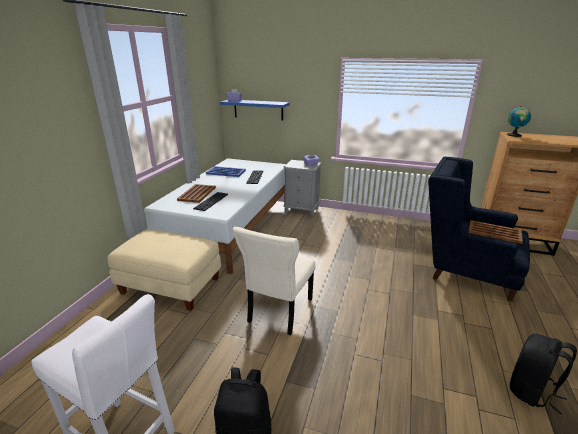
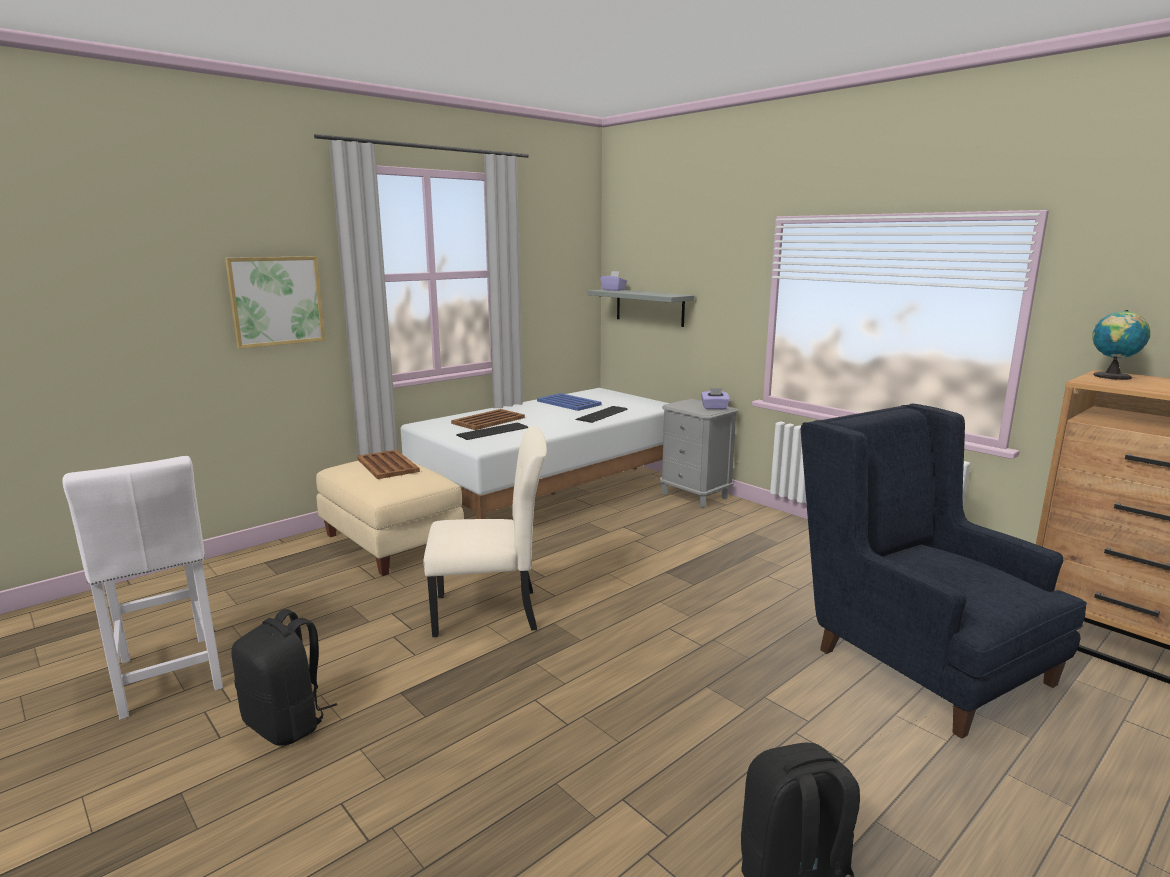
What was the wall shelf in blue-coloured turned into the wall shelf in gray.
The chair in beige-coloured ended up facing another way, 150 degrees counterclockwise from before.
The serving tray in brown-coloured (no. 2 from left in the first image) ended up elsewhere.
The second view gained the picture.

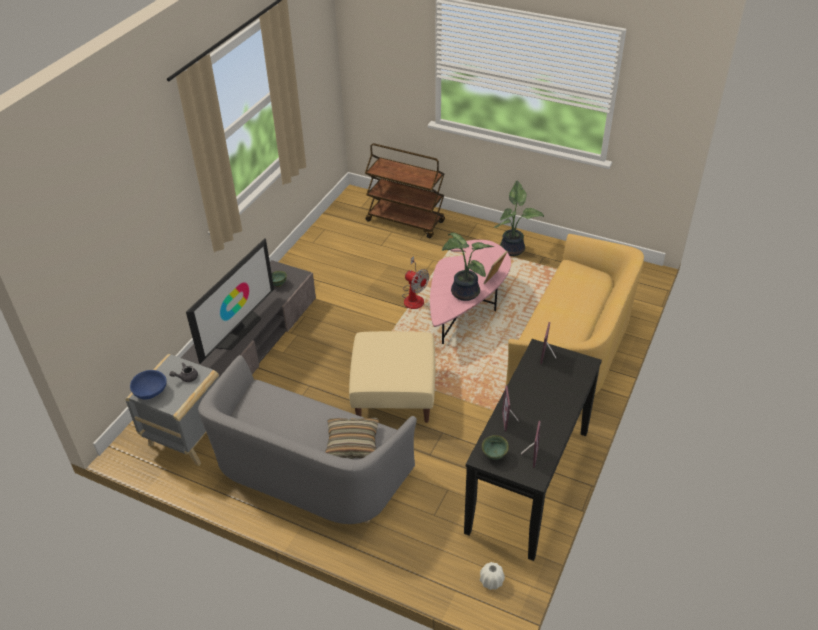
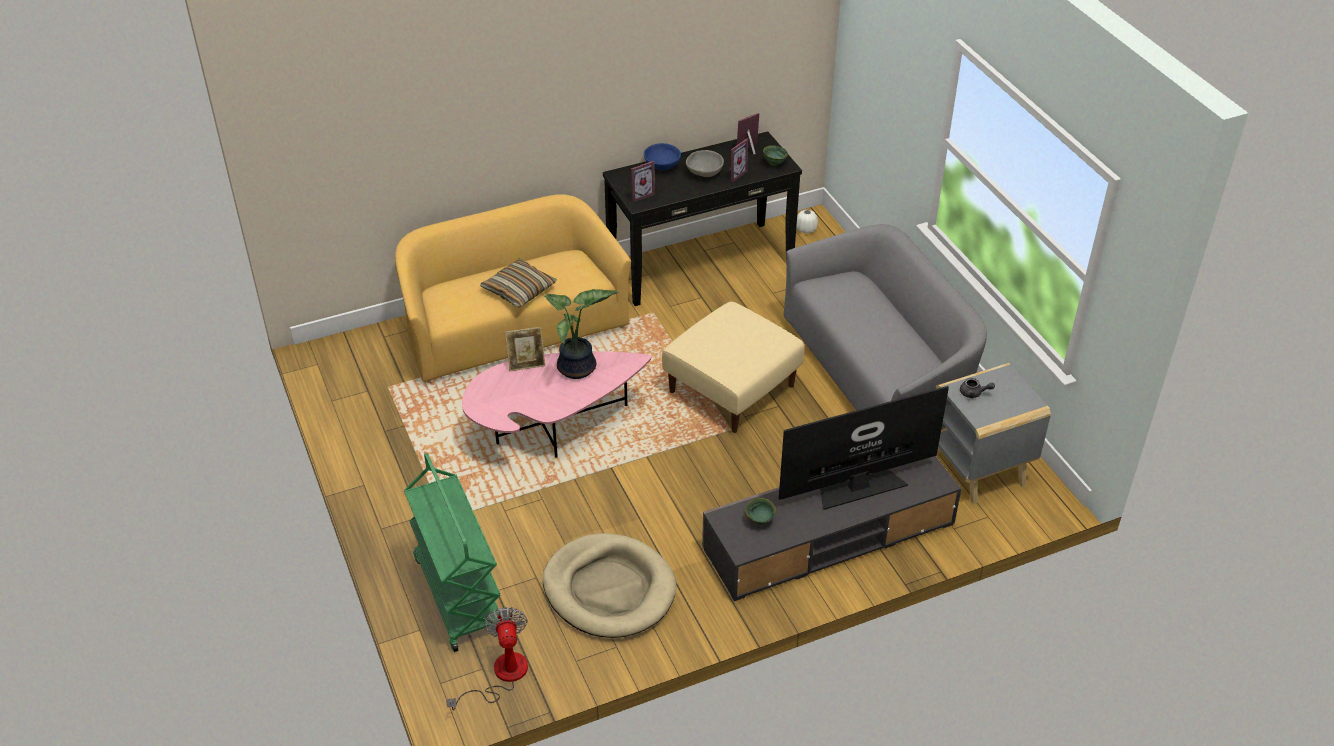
The deep dish in blue-coloured ended up elsewhere.
The throw pillow ended up elsewhere.
What was the trolley in brown-coloured turned into the trolley in greenish.
The electric fan ended up elsewhere.
The second view lost the houseplant (no. 2 from left).
The second view gained the pet bed in beige-coloured.
The second view gained the deep dish in gray.

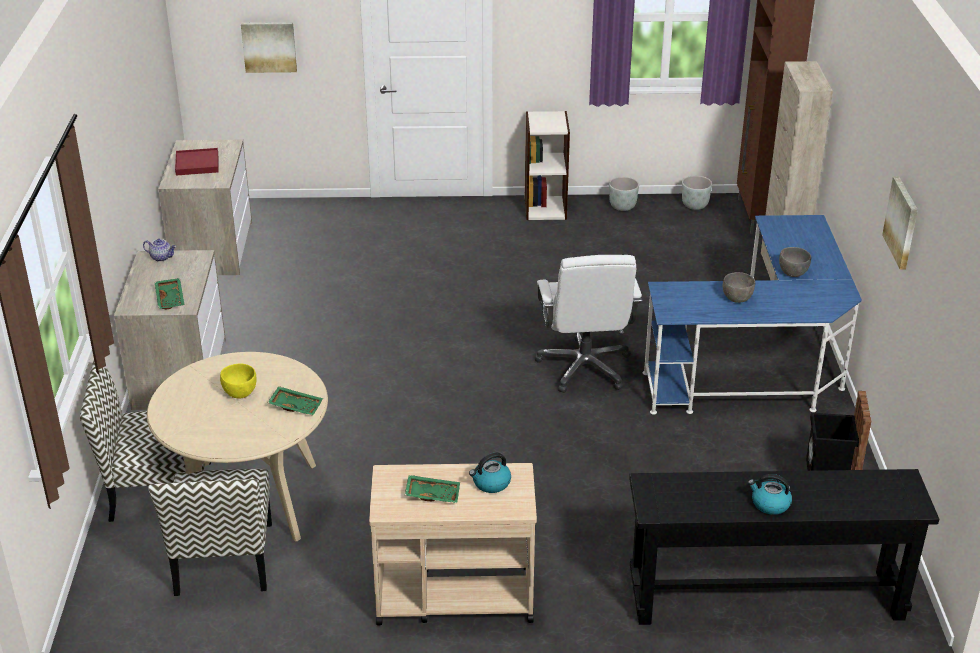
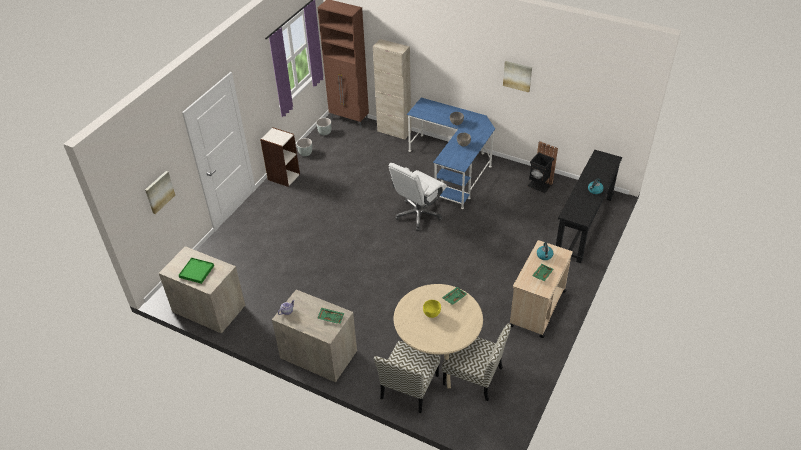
What was the serving tray in reddish turned into the serving tray in greenish (no. 1 from left).
The computer chair in white-coloured ended up facing another way, 105 degrees clockwise from before.

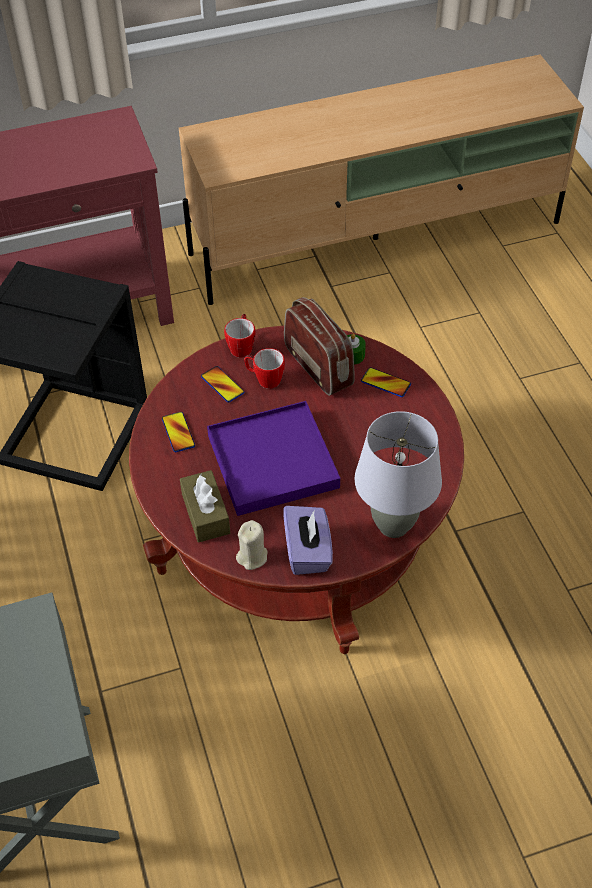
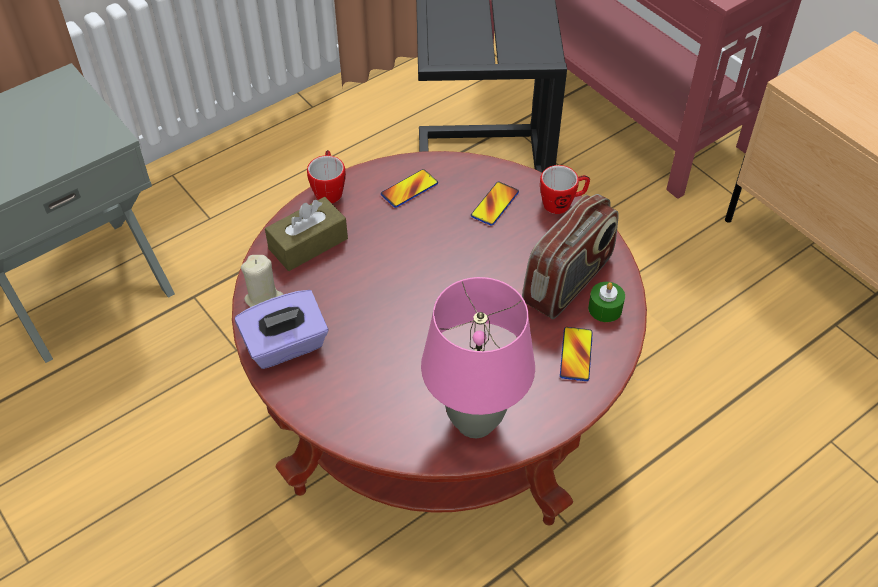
The second view lost the serving tray in purple.
The mug (no. 2 from left in the first image) ended up elsewhere.
The second view lost the tabletop lamp in gray.
The second view gained the tabletop lamp in pink.

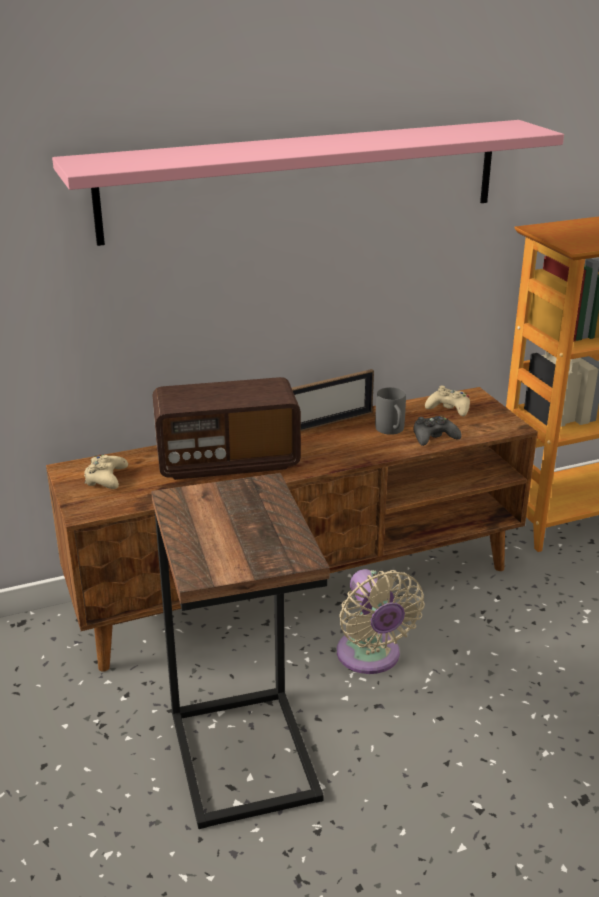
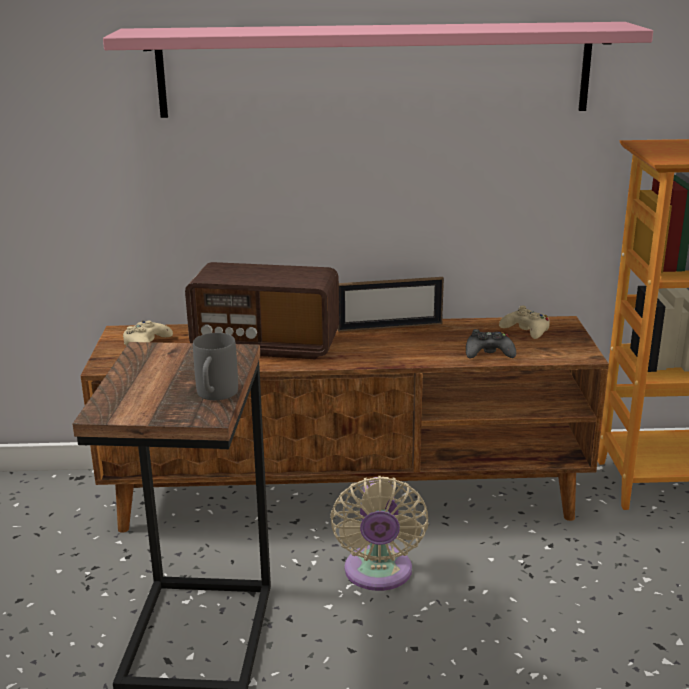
The mug in gray ended up elsewhere.

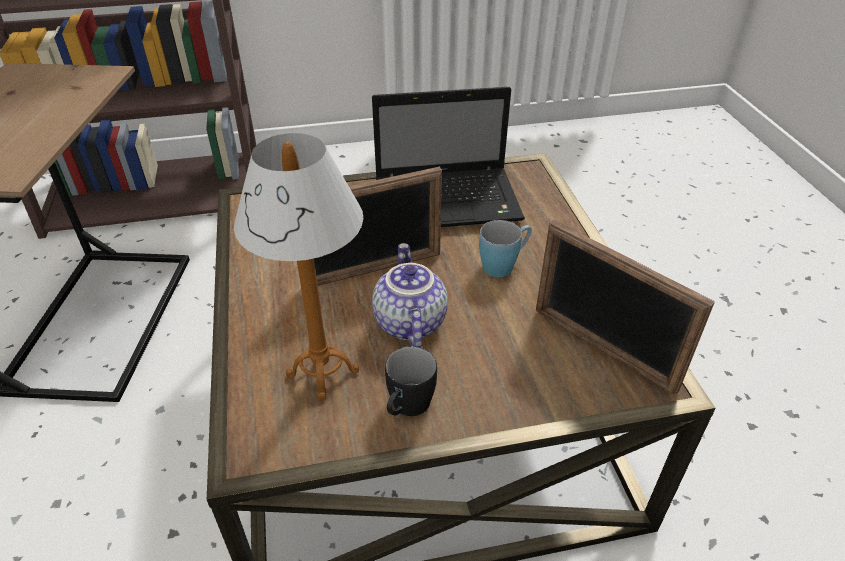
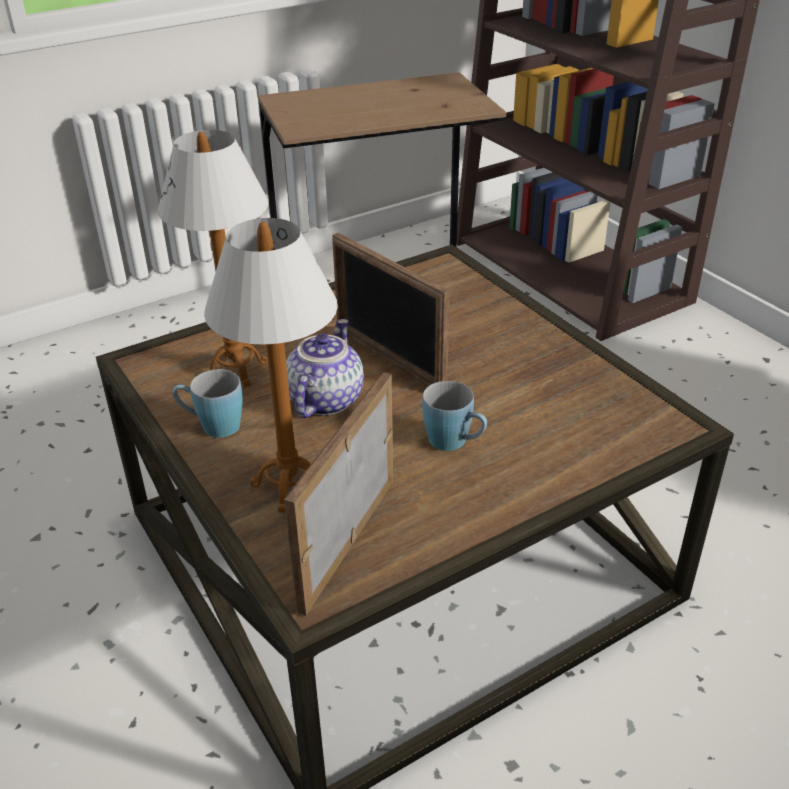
The second view lost the portable computer.
The pot for tea ended up facing another way, 45 degrees counterclockwise from before.
What was the mug in black-coloured turned into the mug in blue-coloured (no. 1 from left).
The second view gained the tabletop lamp (no. 2 from left).

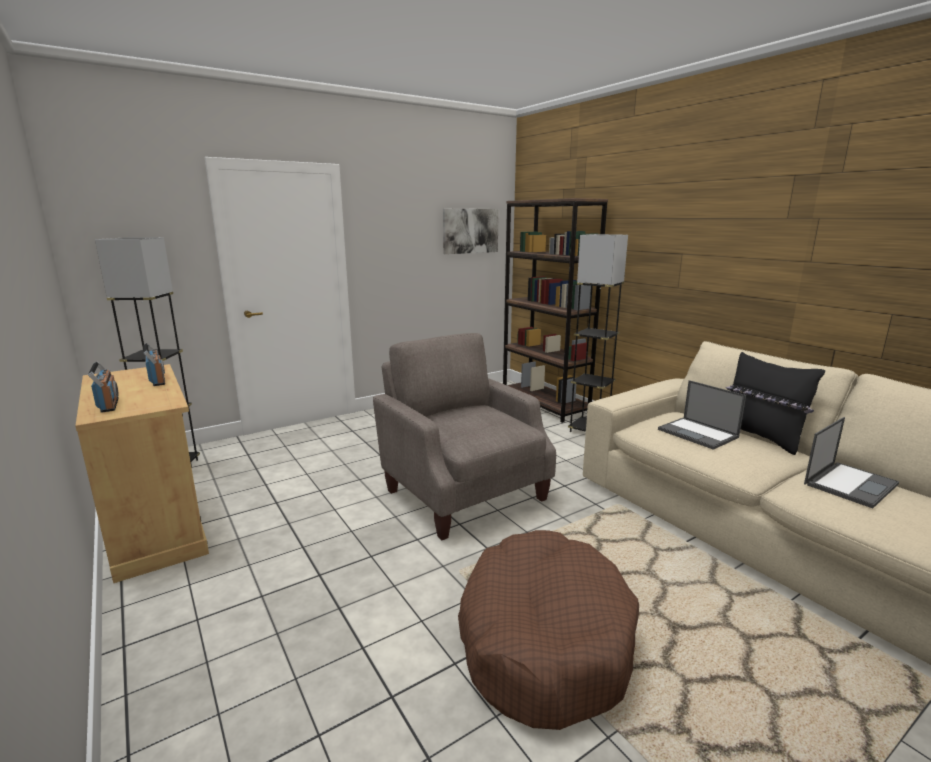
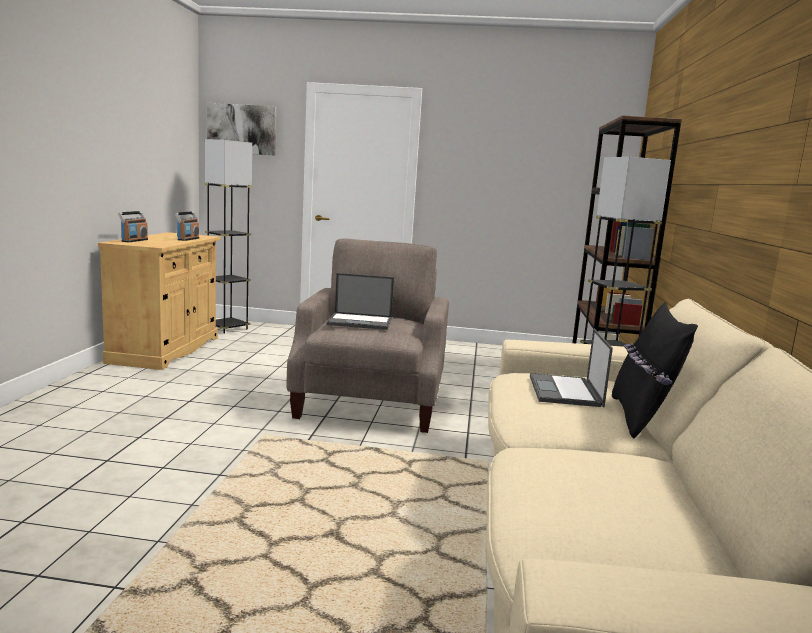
The picture ended up elsewhere.
The second view lost the pet bed in brown-coloured.
The portable computer (no. 2 from left in the first image) ended up elsewhere.

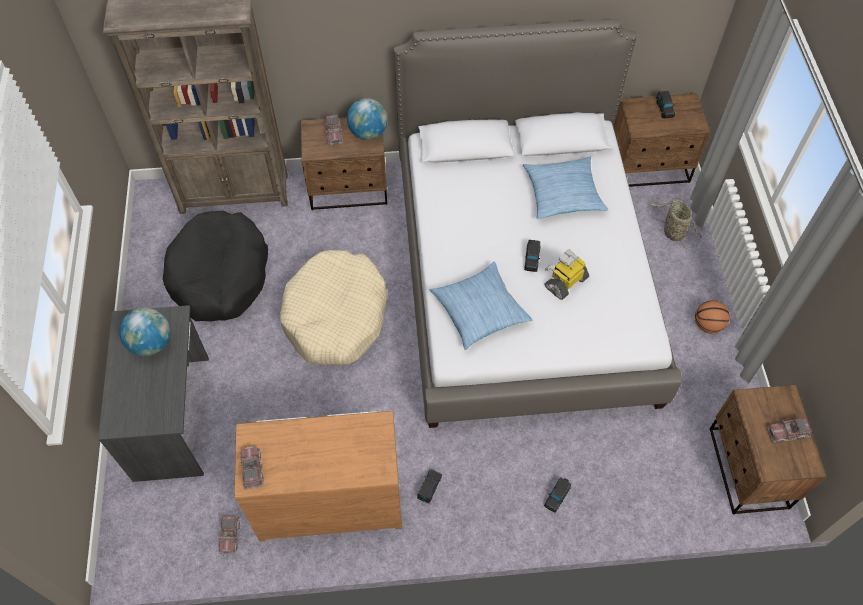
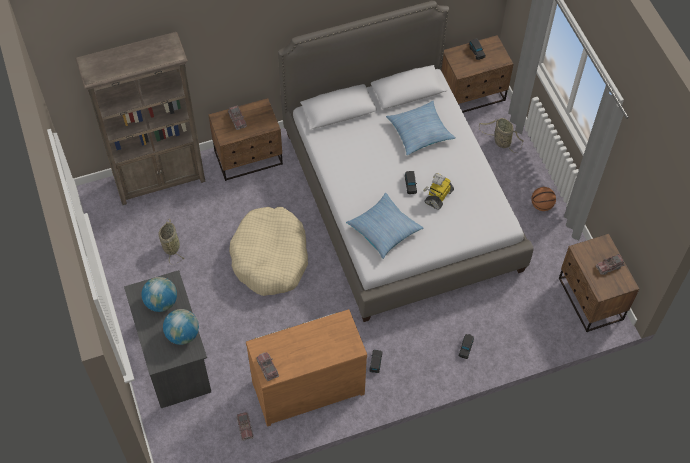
Where the pet bed in black-coloured stood, the basket (no. 1 from left) came to stand.
The globe (no. 2 from left) ended up elsewhere.

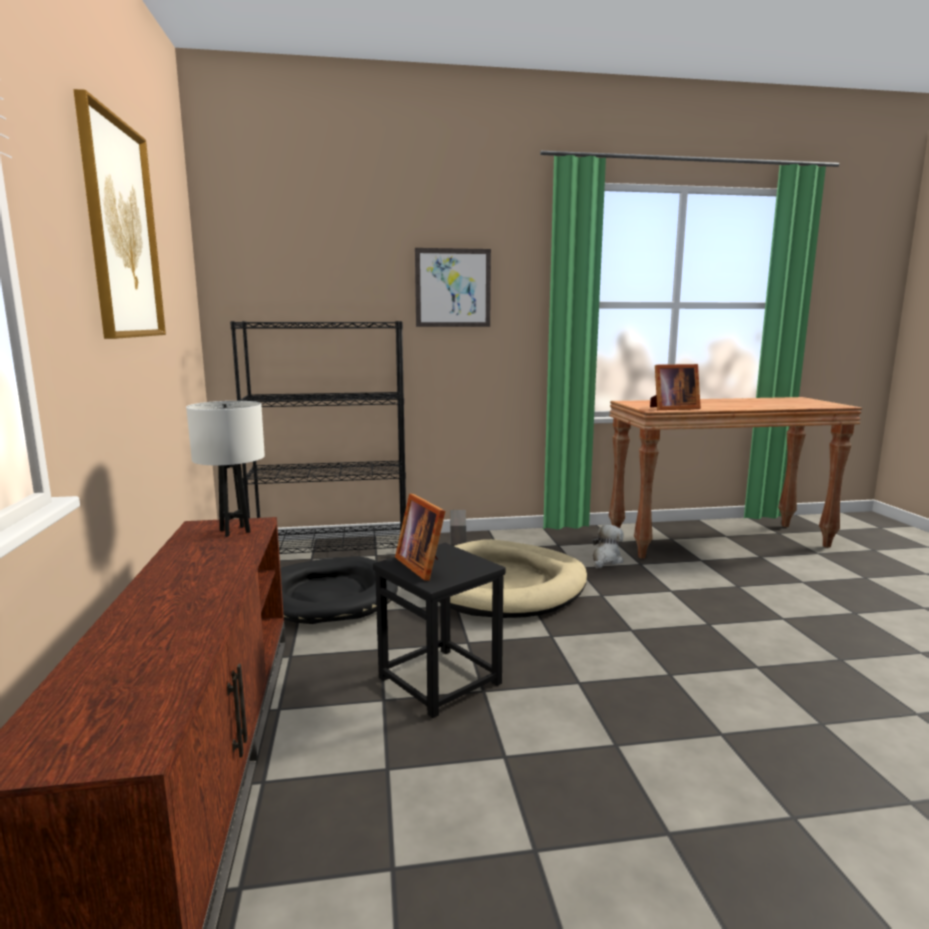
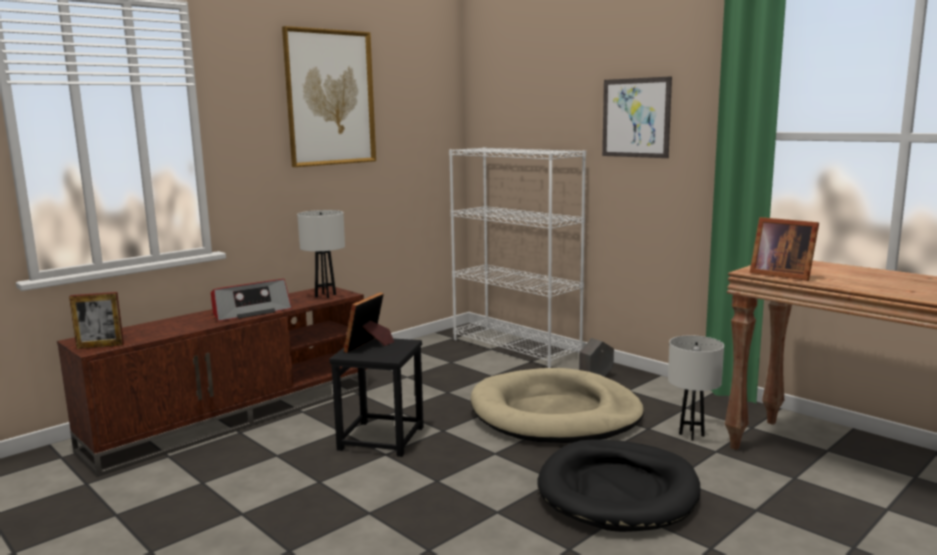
What was the bookshelf in black-coloured turned into the bookshelf in white-coloured.
The pet bed in black-coloured ended up elsewhere.
Where the plush toy stood, the tabletop lamp in white-coloured (no. 2 from left) came to stand.
The second view gained the picture frame (no. 1 from left).
The second view gained the radio receiver.

